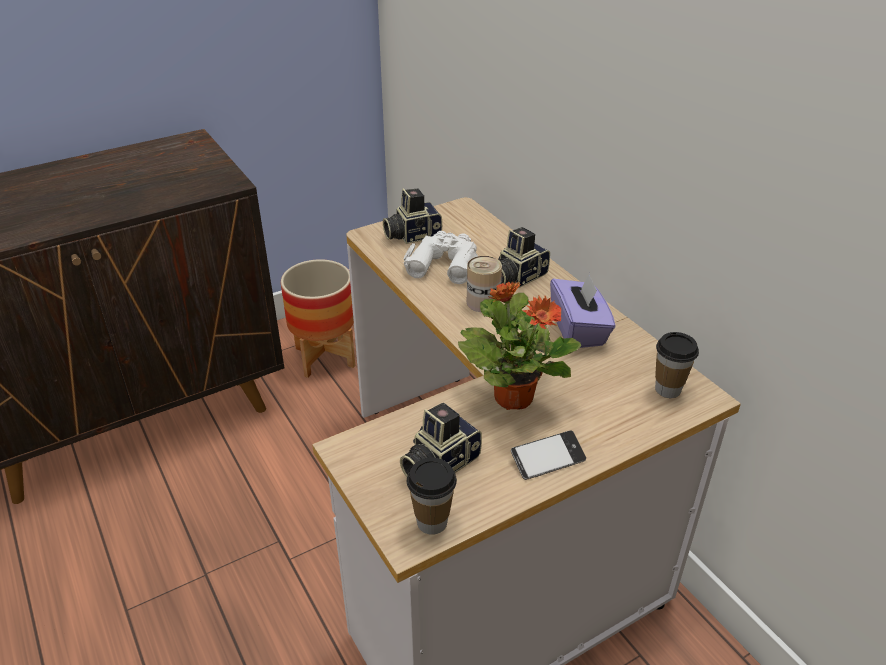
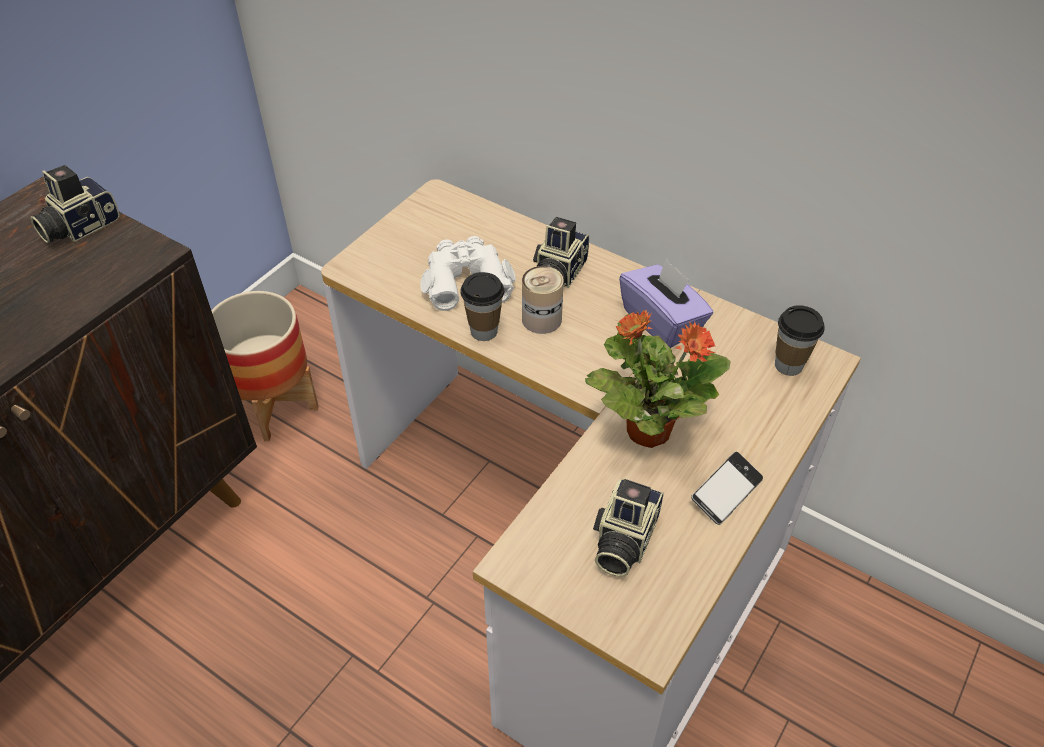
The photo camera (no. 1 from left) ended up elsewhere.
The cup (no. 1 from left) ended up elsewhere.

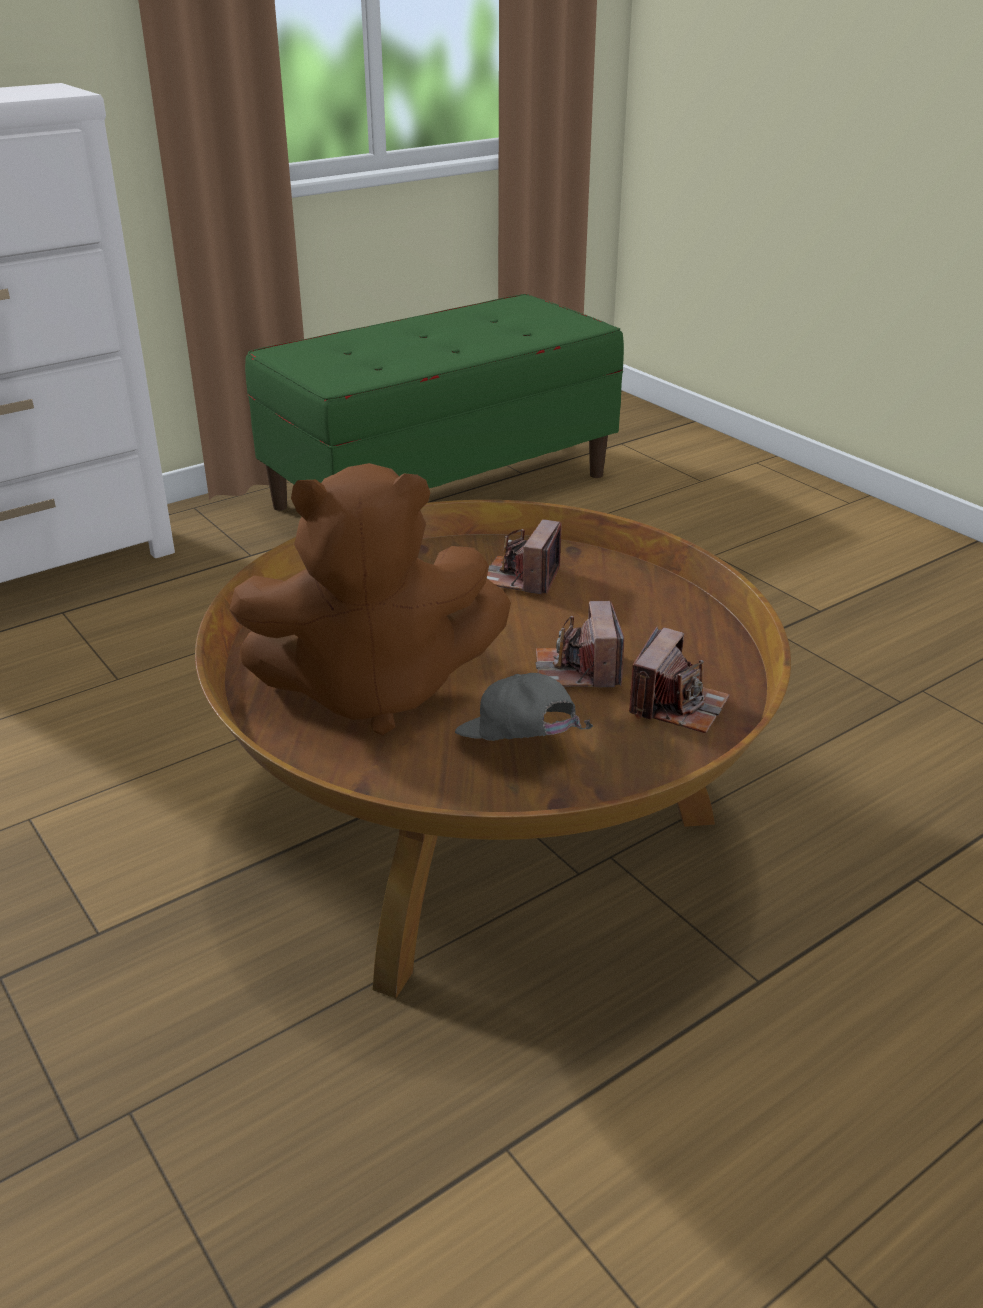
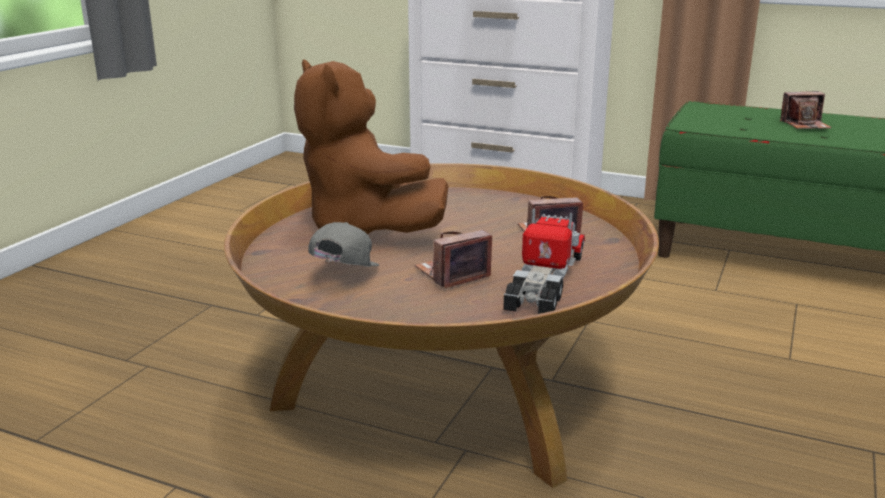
The photo camera (no. 3 from left) ended up elsewhere.
The second view gained the toy truck.

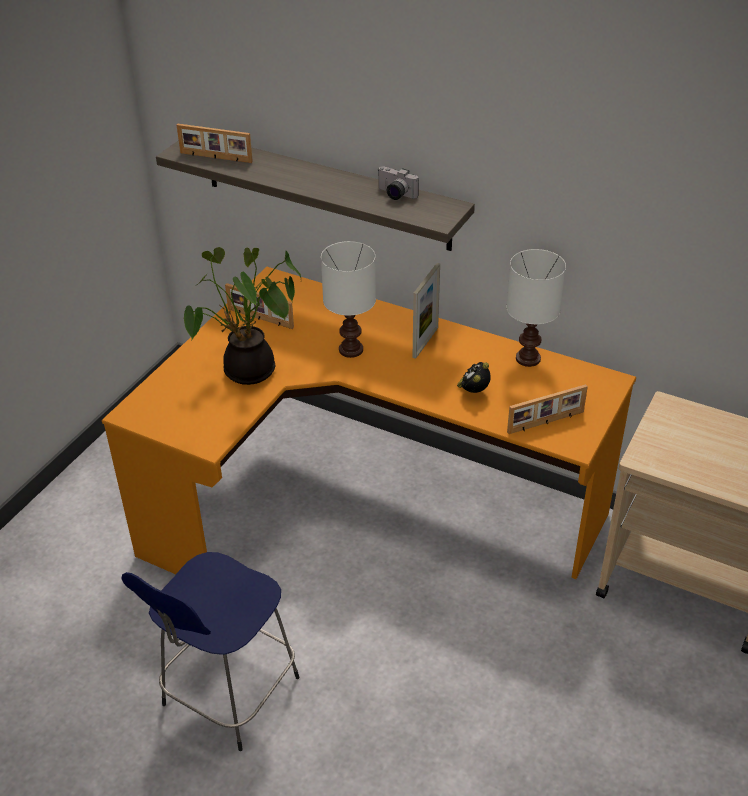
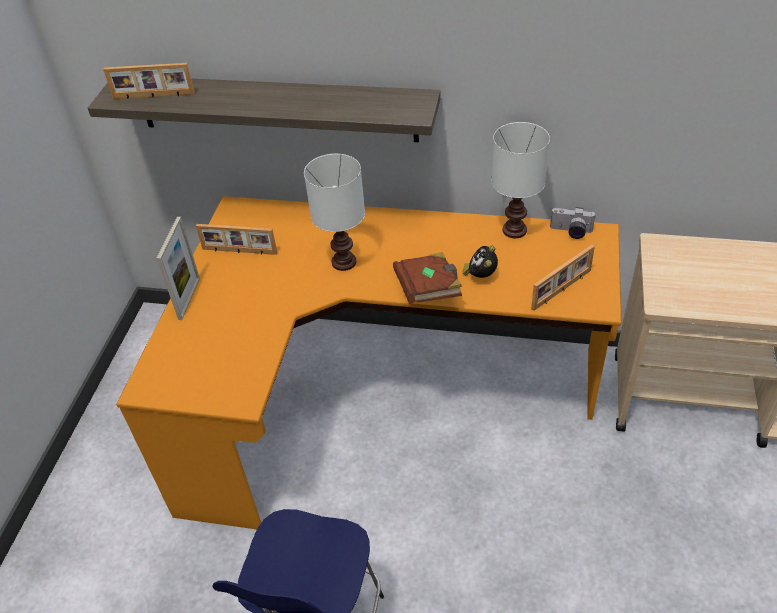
The second view lost the houseplant.
The photo camera ended up elsewhere.
The picture frame (no. 3 from left in the first image) ended up elsewhere.
The second view gained the volume in brown-coloured.

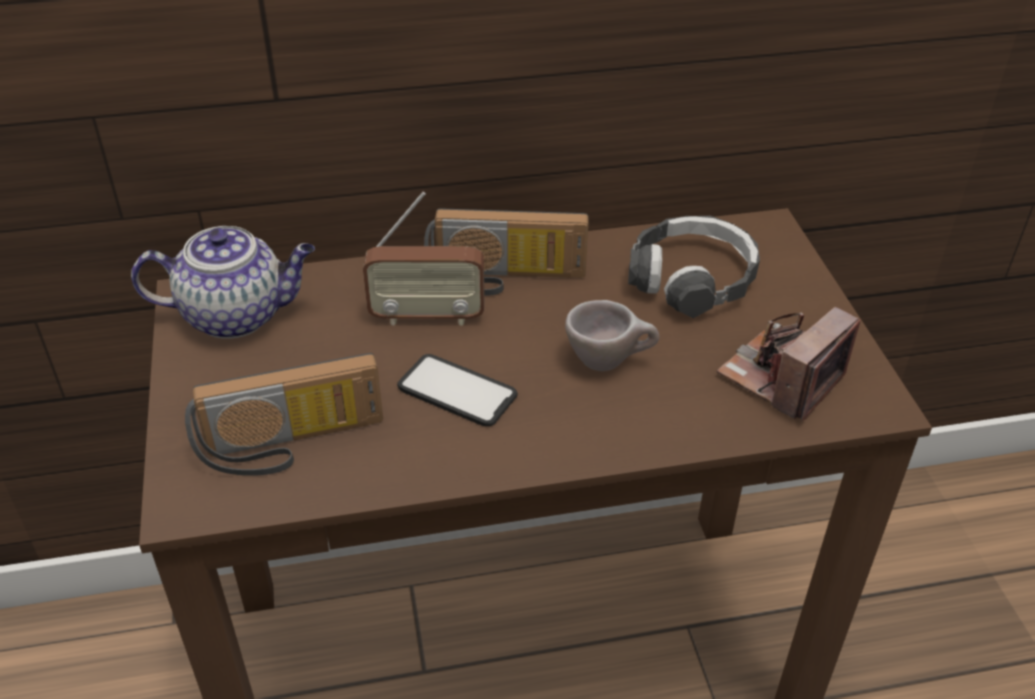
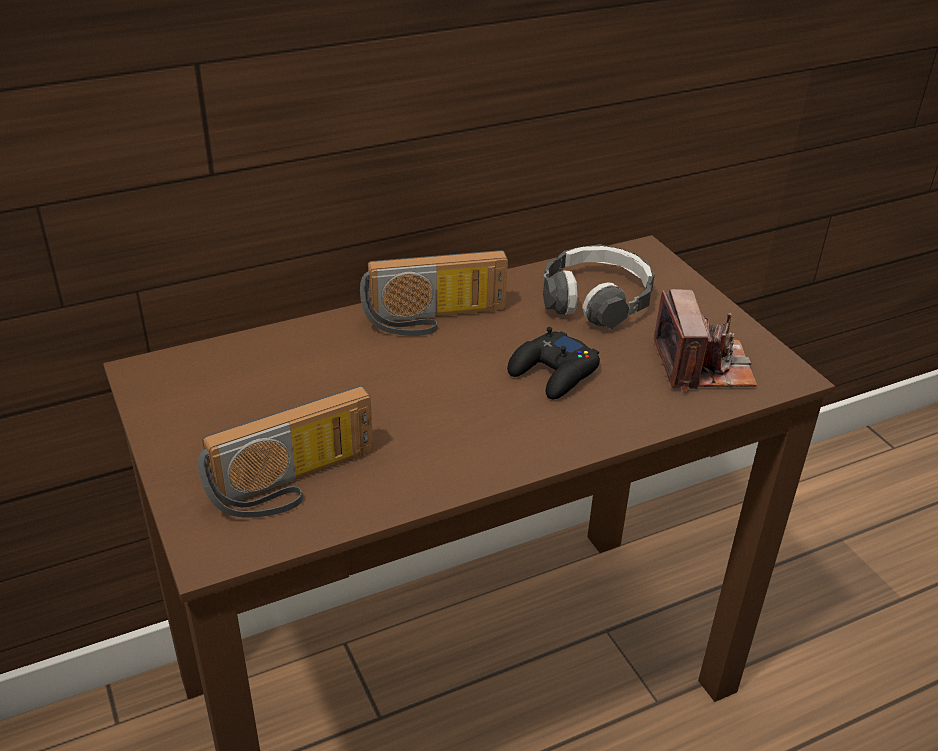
The second view lost the pot for tea.
The second view lost the radio receiver (no. 2 from left).
The second view lost the phone.
Where the cup in beige-coloured stood, the gamepad in black-coloured came to stand.
The photo camera ended up facing another way, 150 degrees clockwise from before.

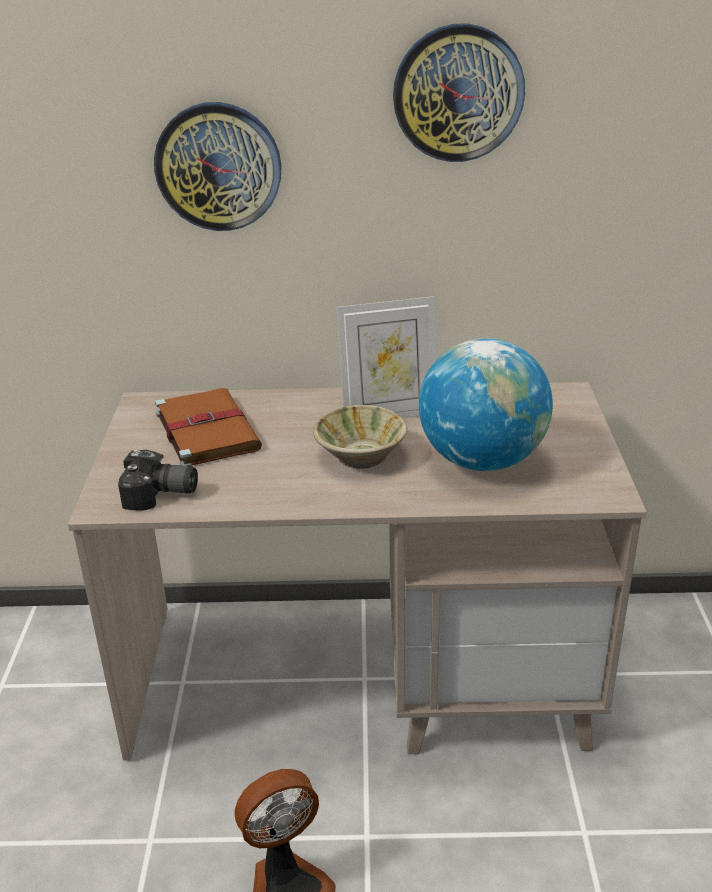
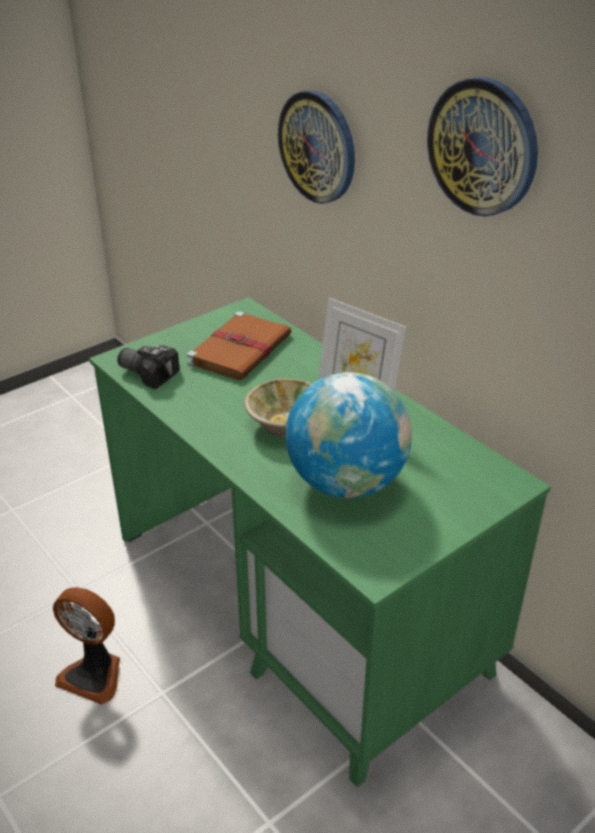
What was the desk table in beige-coloured turned into the desk table in greenish.
The photo camera ended up facing another way, 150 degrees clockwise from before.

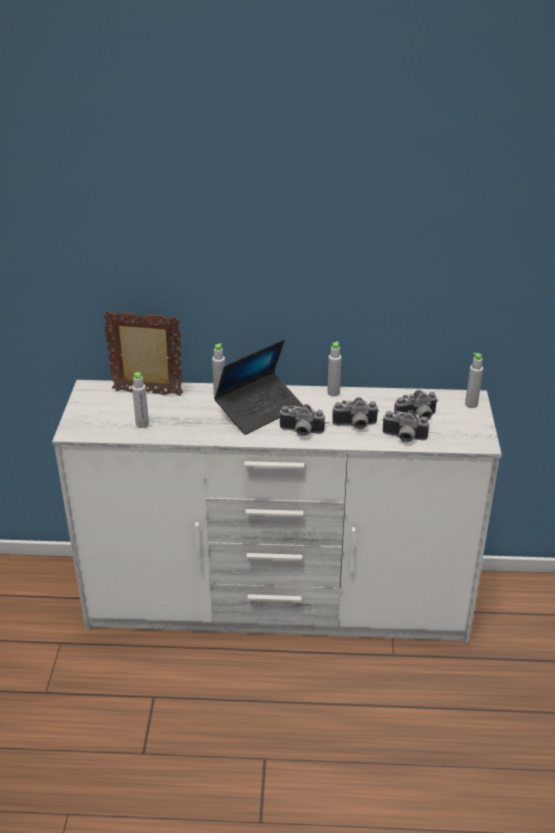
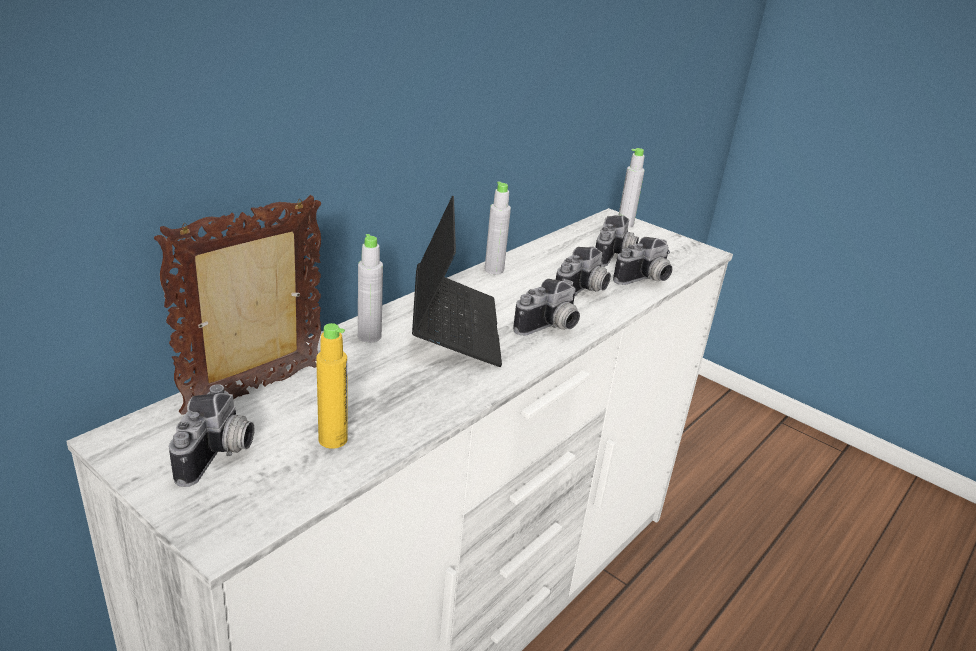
What was the drink bottle in gray (no. 1 from left) turned into the drink bottle in yellowish.
The second view gained the photo camera (no. 1 from left).

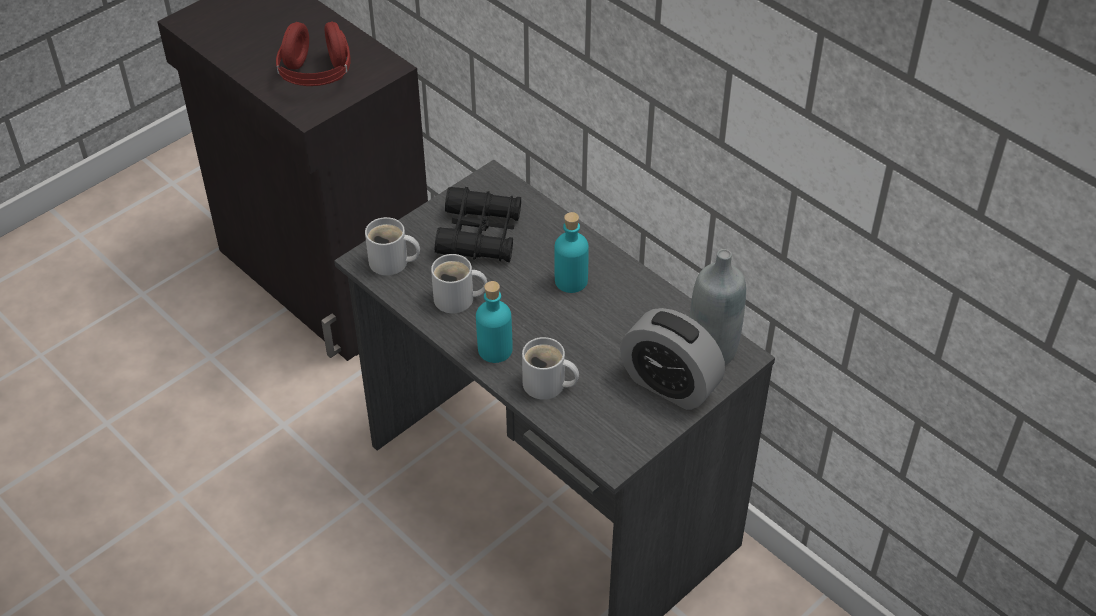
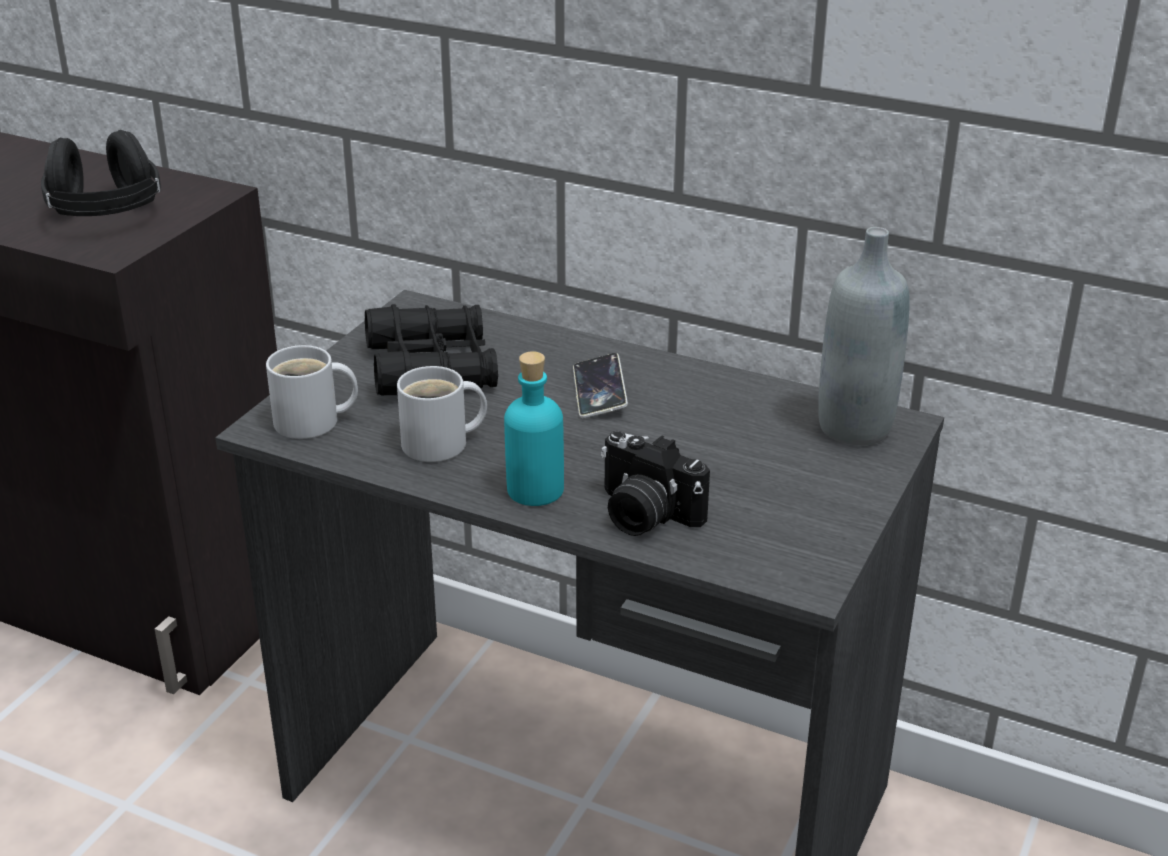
What was the headphones in reddish turned into the headphones in black-coloured.
Where the mug in white-coloured (no. 3 from left) stood, the photo camera came to stand.
Where the drink bottle in turquoise-coloured (no. 2 from left) stood, the phone came to stand.
The second view lost the alarm clock.

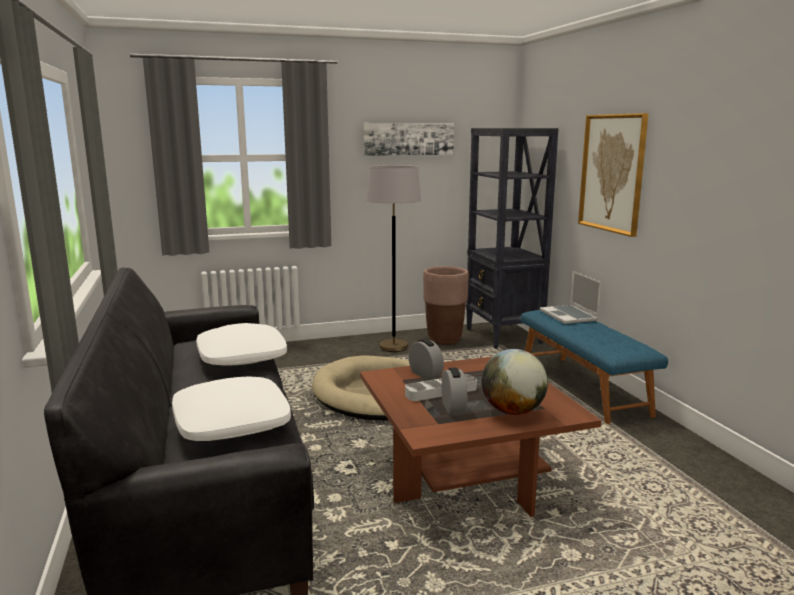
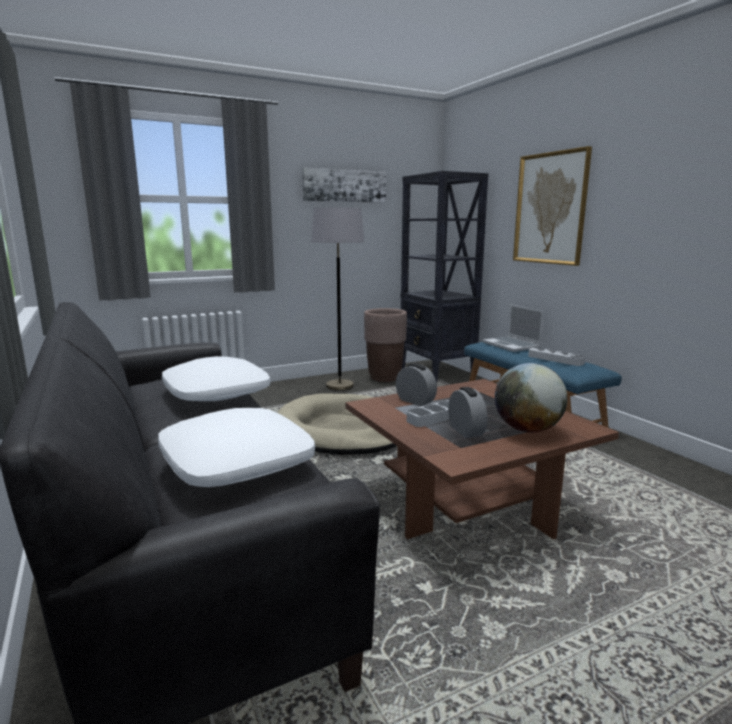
The second view gained the serving tray in gray (no. 2 from left).

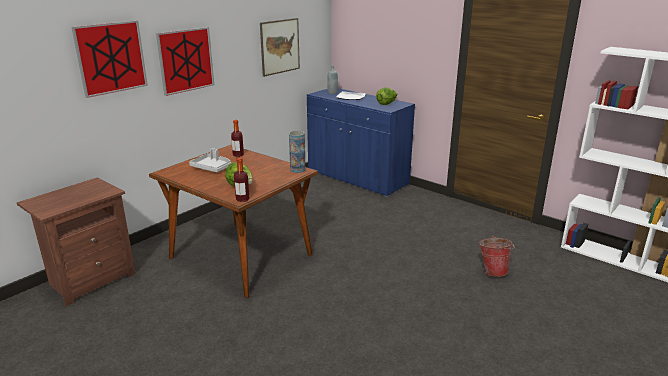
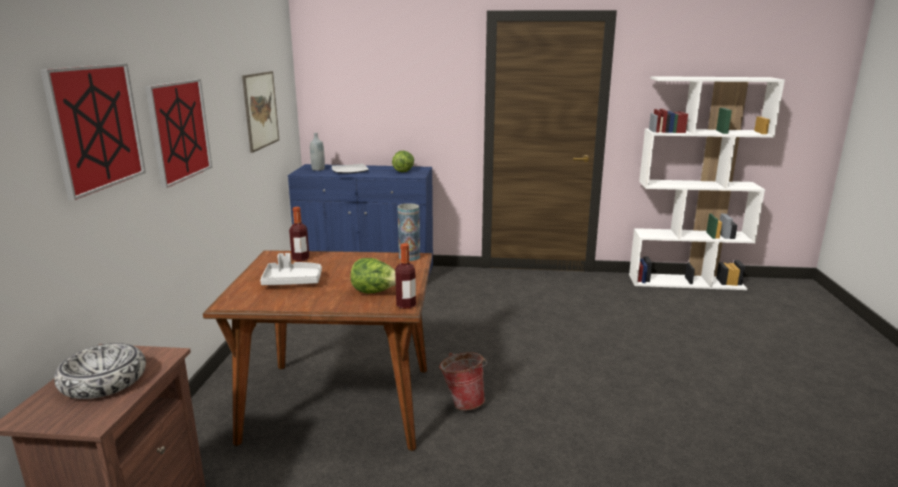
The bucket ended up elsewhere.
The second view gained the deep dish.

